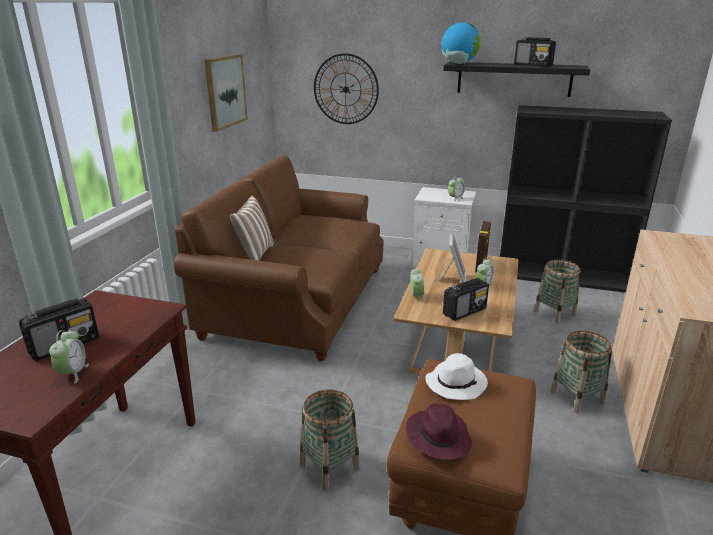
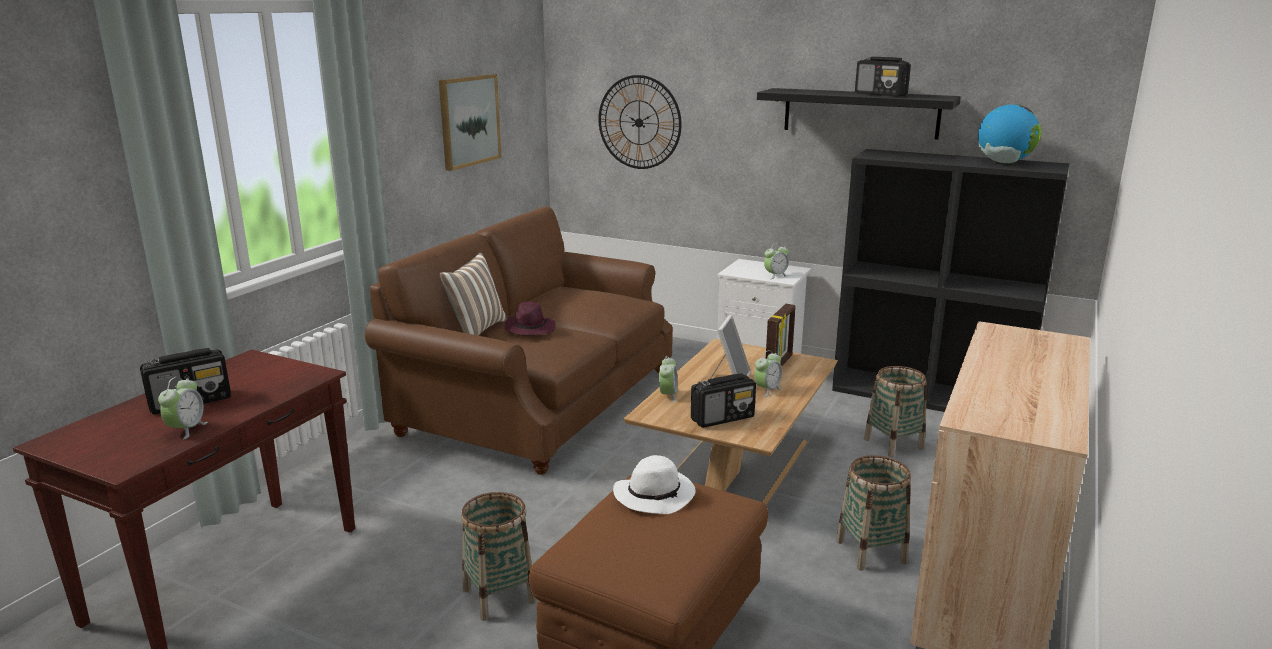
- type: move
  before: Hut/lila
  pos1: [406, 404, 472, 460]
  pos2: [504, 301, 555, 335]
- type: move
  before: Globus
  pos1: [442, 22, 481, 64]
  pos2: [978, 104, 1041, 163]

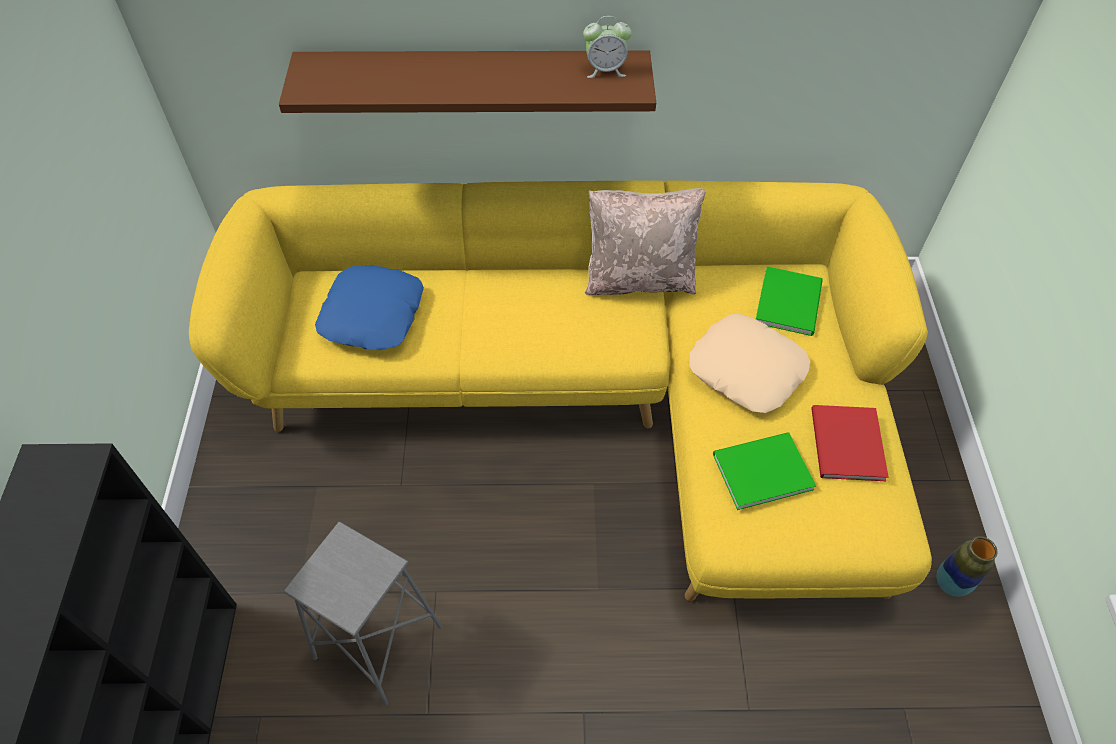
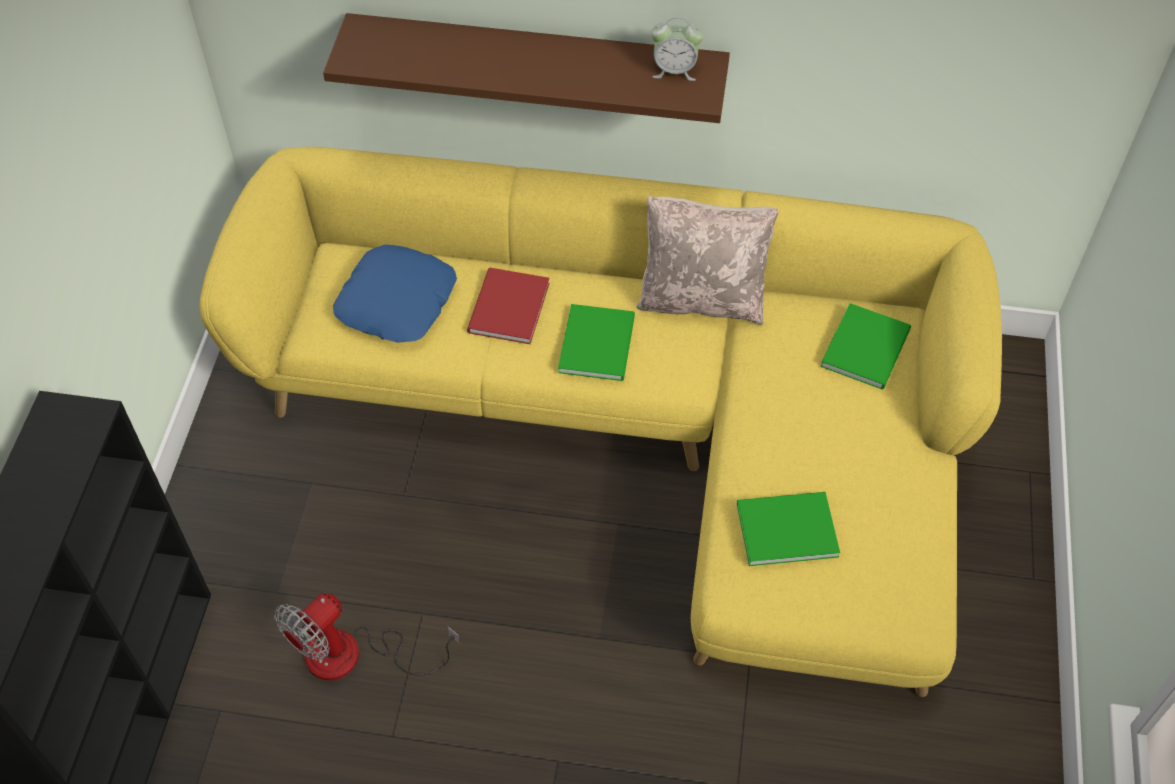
- type: replace
  before: Hocker/grau
  after: Ventilator
  pos1: [284, 522, 442, 706]
  pos2: [274, 593, 460, 680]
- type: delete
  before: Kissen/beige
  pos1: [689, 314, 810, 413]
- type: move
  before: Buch/rot
  pos1: [811, 405, 889, 481]
  pos2: [467, 268, 550, 344]
- type: delete
  before: Vase
  pos1: [937, 536, 998, 597]
- type: insert
  after: Buch/grün
  pos2: [558, 304, 635, 381]

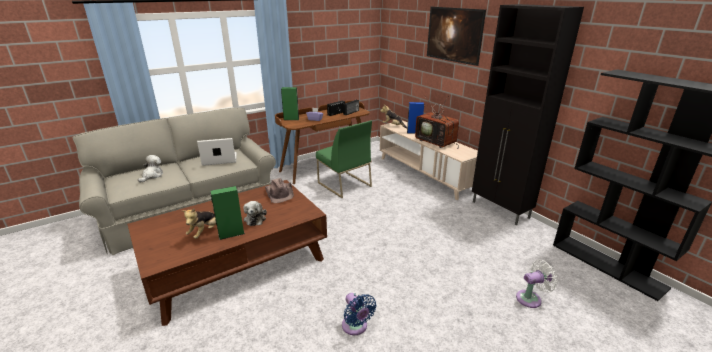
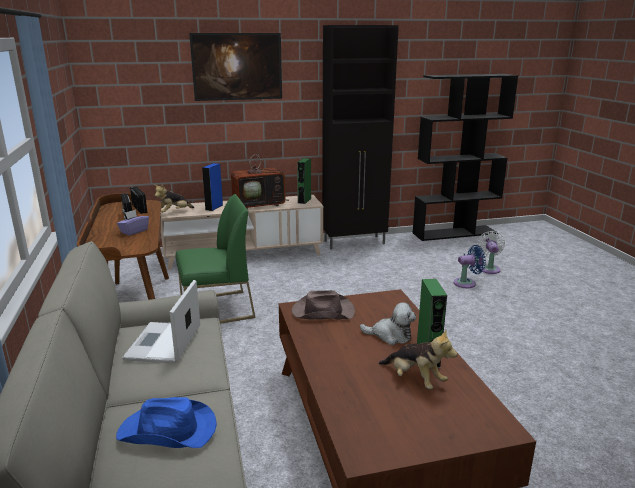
- type: replace
  before: Plüschtier
  after: Hut/blau
  pos1: [138, 155, 163, 183]
  pos2: [116, 397, 217, 448]
- type: move
  before: Lautsprecher/grün
  pos1: [281, 87, 299, 120]
  pos2: [297, 158, 311, 204]
- type: move
  before: Ventilator/blau
  pos1: [342, 293, 376, 335]
  pos2: [454, 245, 486, 288]

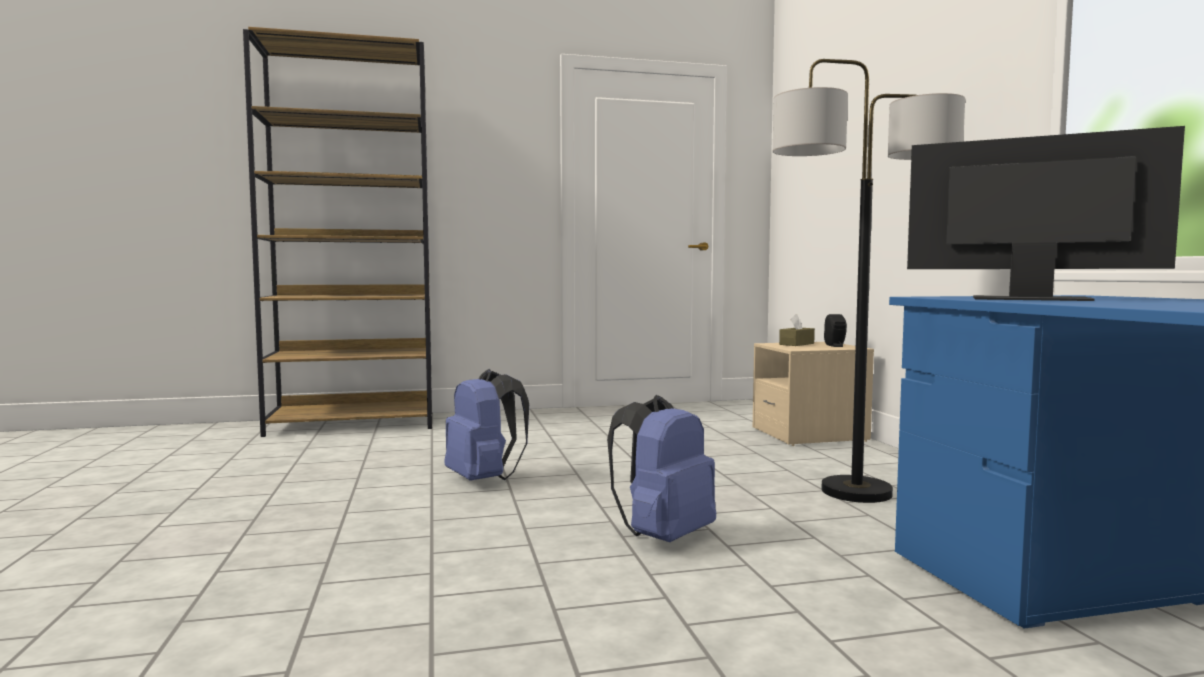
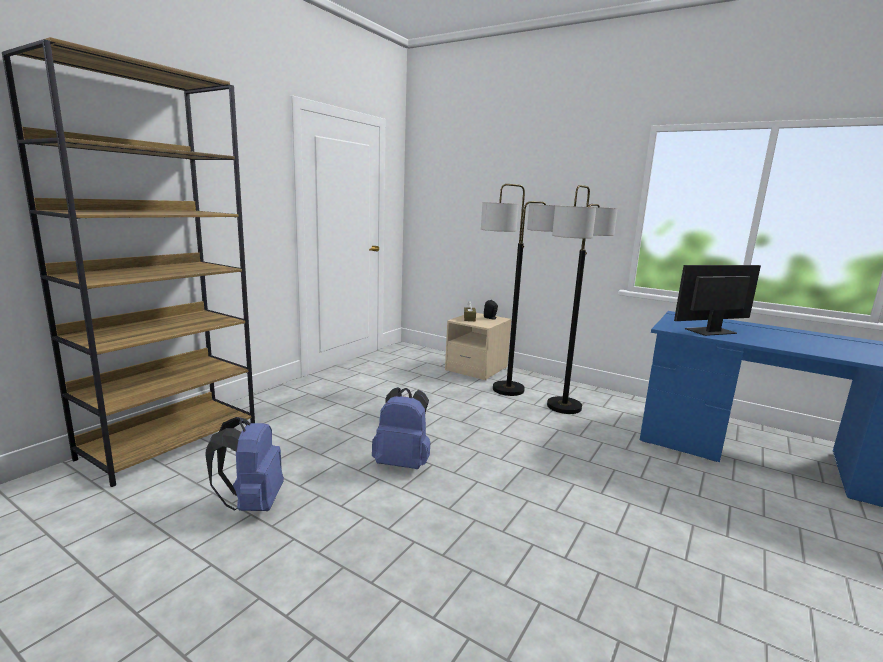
- type: move
  before: Rucksack/blau
  pos1: [607, 395, 716, 542]
  pos2: [205, 417, 284, 511]
- type: insert
  after: Stehlampe
  pos2: [481, 184, 558, 396]

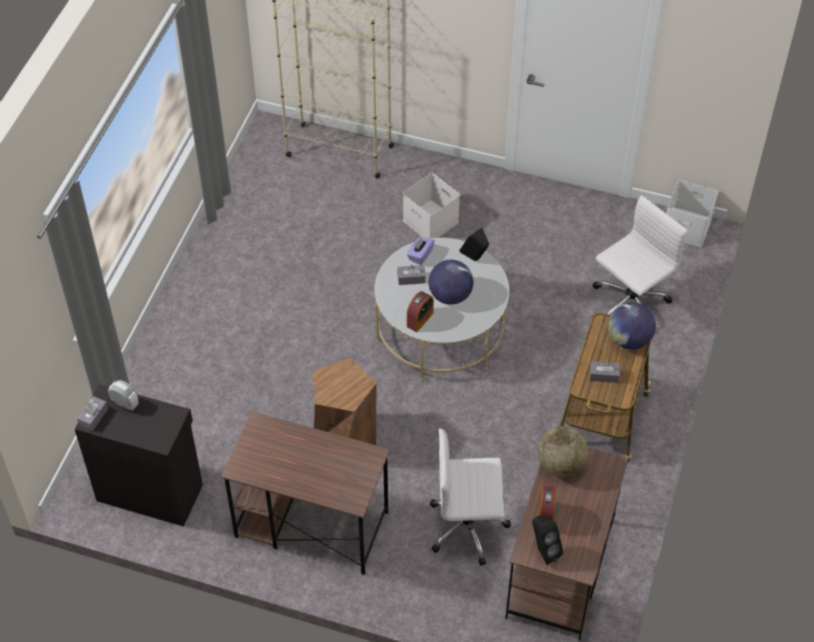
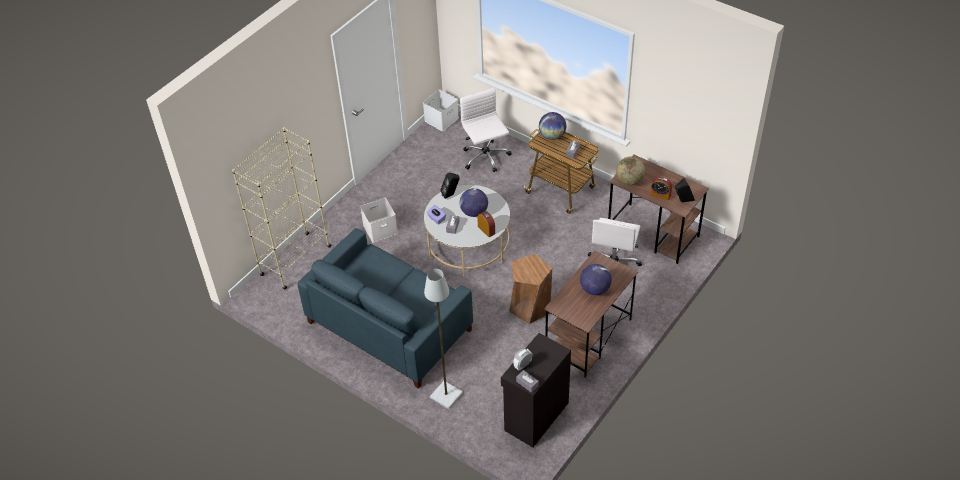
- type: insert
  after: Sofa/blau
  pos2: [298, 228, 473, 389]
- type: insert
  after: Stehlampe/grau
  pos2: [424, 269, 463, 409]
- type: insert
  after: Globus
  pos2: [580, 264, 612, 295]

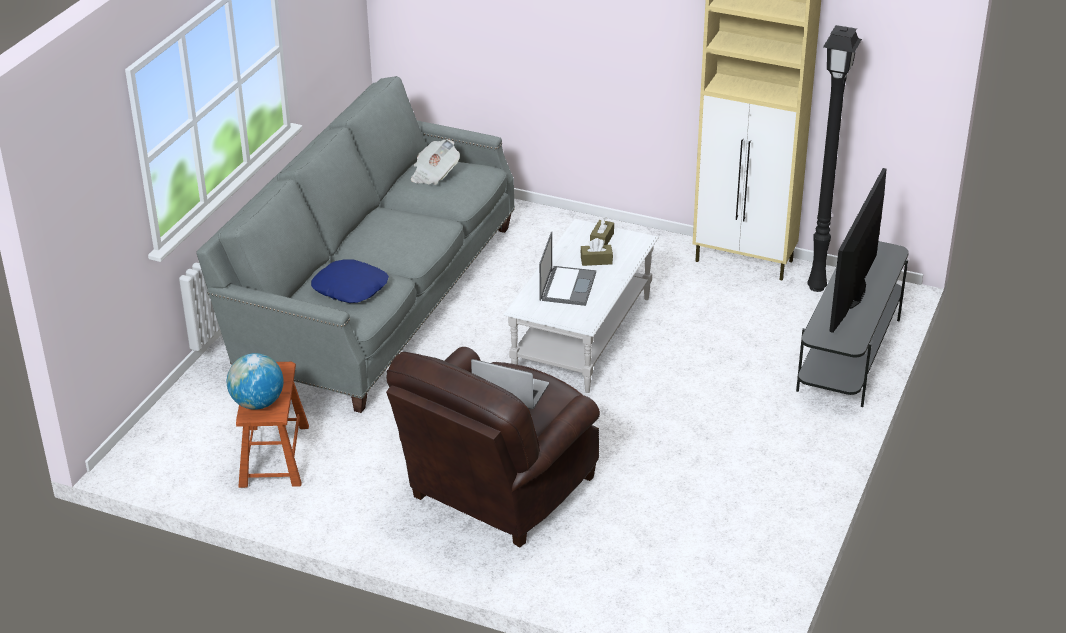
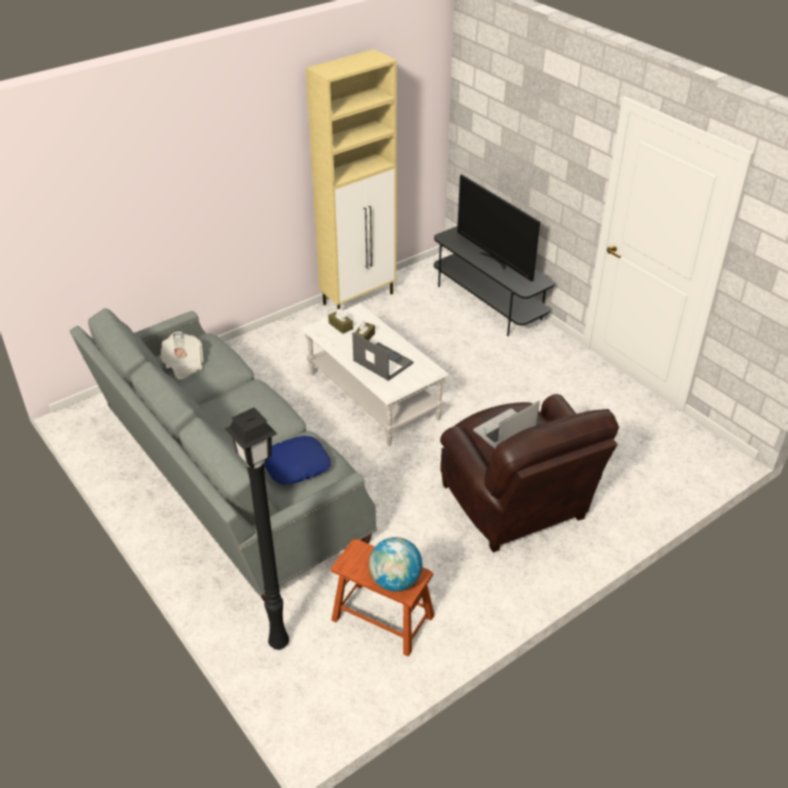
- type: move
  before: Stehlampe/schwarz
  pos1: [807, 25, 862, 292]
  pos2: [225, 408, 289, 650]

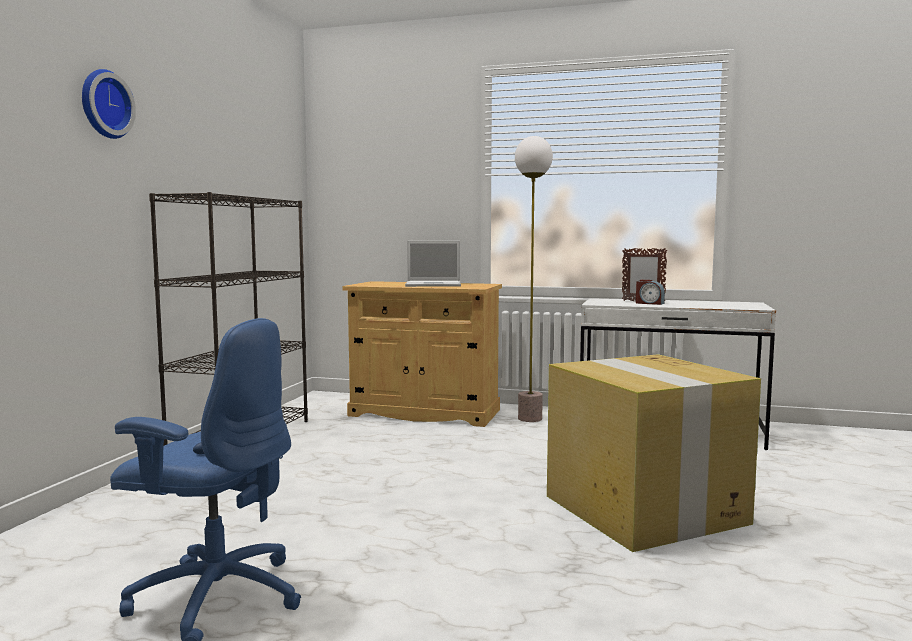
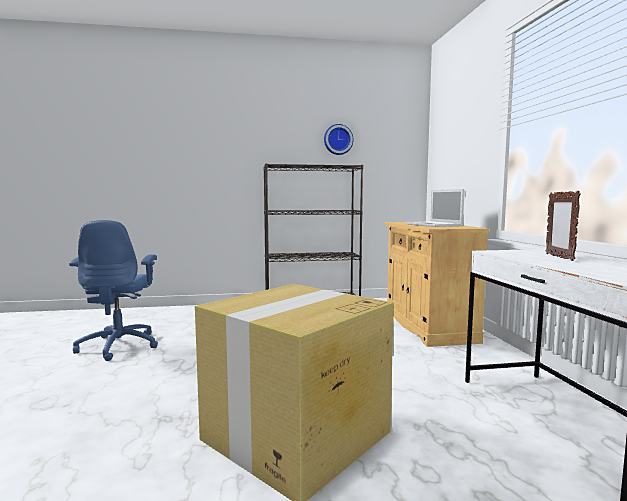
- type: move
  before: Wanduhr
  pos1: [82, 69, 136, 139]
  pos2: [324, 124, 354, 155]
- type: delete
  before: Stehlampe
  pos1: [515, 136, 553, 422]
- type: delete
  before: Wecker
  pos1: [636, 280, 665, 305]

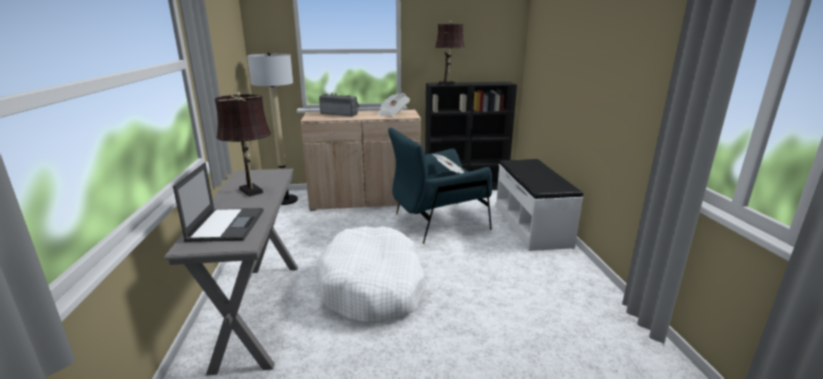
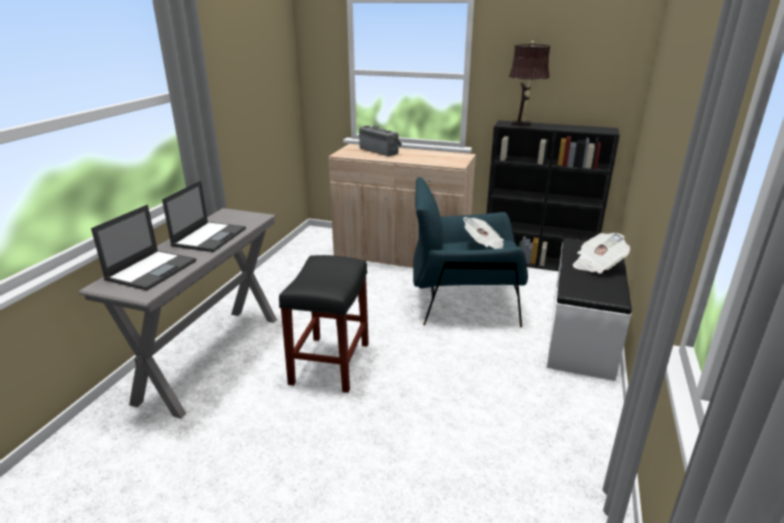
- type: replace
  before: Tischlampe/braun
  after: Laptop
  pos1: [215, 92, 271, 197]
  pos2: [162, 180, 246, 252]
- type: delete
  before: Stehlampe
  pos1: [247, 52, 298, 205]
- type: replace
  before: Hundebett/weiß
  after: Hocker/schwarz
  pos1: [316, 226, 427, 323]
  pos2: [279, 255, 369, 393]
- type: move
  before: Zeitung
  pos1: [378, 93, 410, 116]
  pos2: [573, 233, 630, 274]

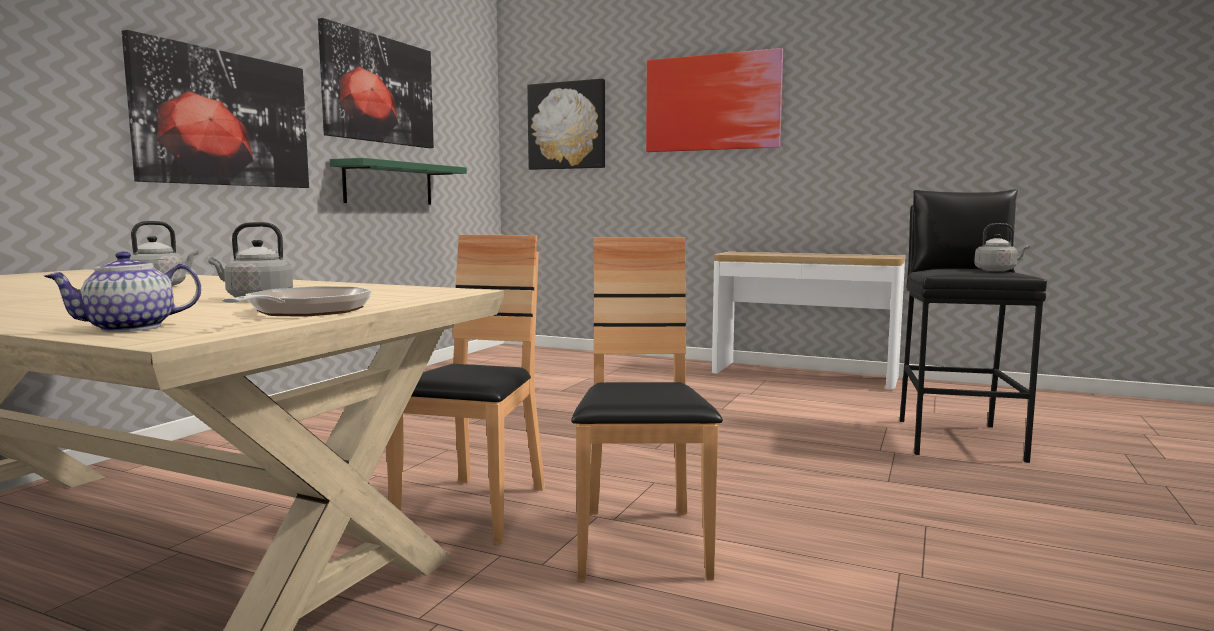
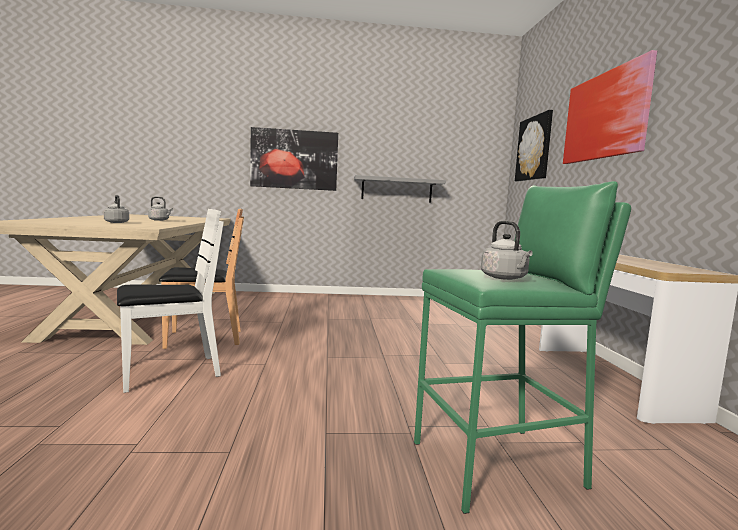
- type: delete
  before: Teekanne
  pos1: [44, 251, 201, 332]
- type: delete
  before: Pfanne
  pos1: [222, 286, 372, 317]
- type: delete
  before: Bild
  pos1: [318, 18, 434, 148]
- type: recolor
  before: Wandregal/grün
  after: Wandregal/grau
  pos1: [330, 158, 467, 204]
  pos2: [354, 175, 446, 203]
- type: recolor
  before: Stuhl/braun
  after: Stuhl/weiß
  pos1: [571, 237, 723, 581]
  pos2: [117, 209, 224, 393]
- type: recolor
  before: Hocker/schwarz
  after: Hocker/grün
  pos1: [900, 189, 1047, 463]
  pos2: [414, 181, 631, 514]

